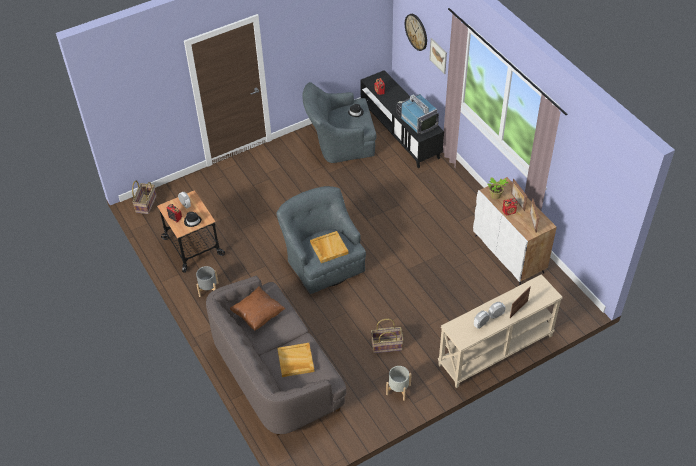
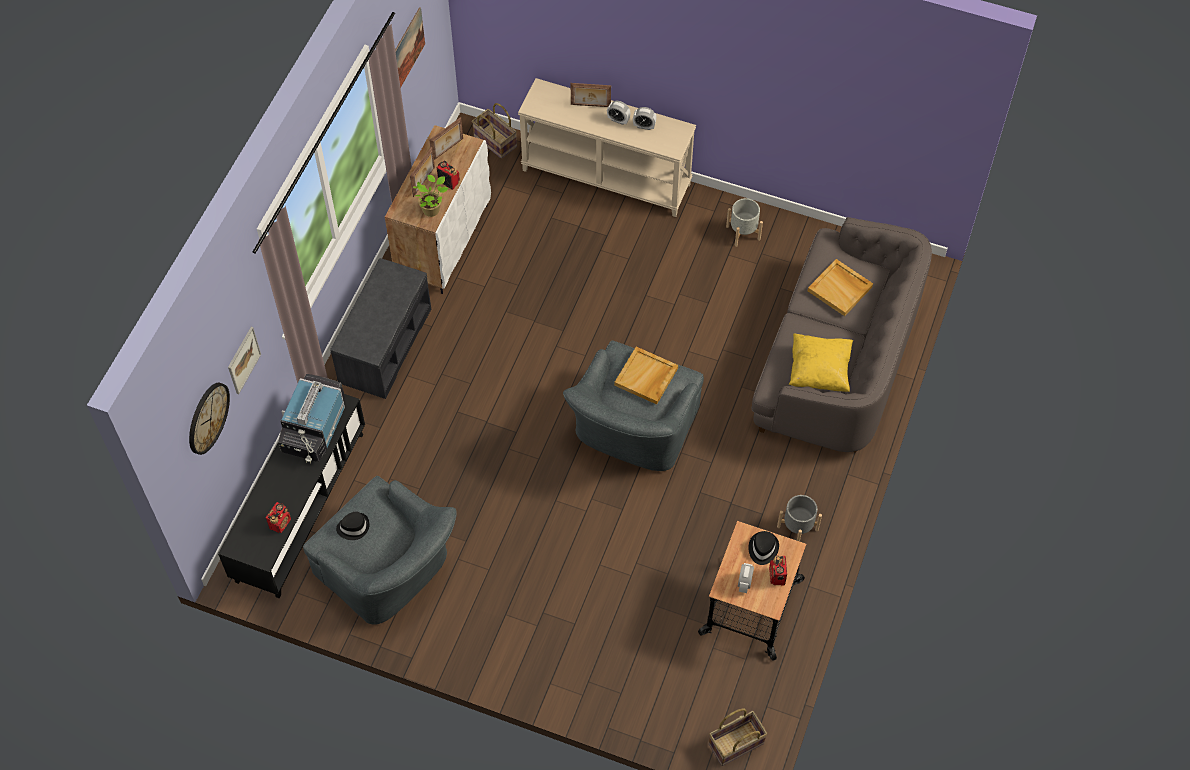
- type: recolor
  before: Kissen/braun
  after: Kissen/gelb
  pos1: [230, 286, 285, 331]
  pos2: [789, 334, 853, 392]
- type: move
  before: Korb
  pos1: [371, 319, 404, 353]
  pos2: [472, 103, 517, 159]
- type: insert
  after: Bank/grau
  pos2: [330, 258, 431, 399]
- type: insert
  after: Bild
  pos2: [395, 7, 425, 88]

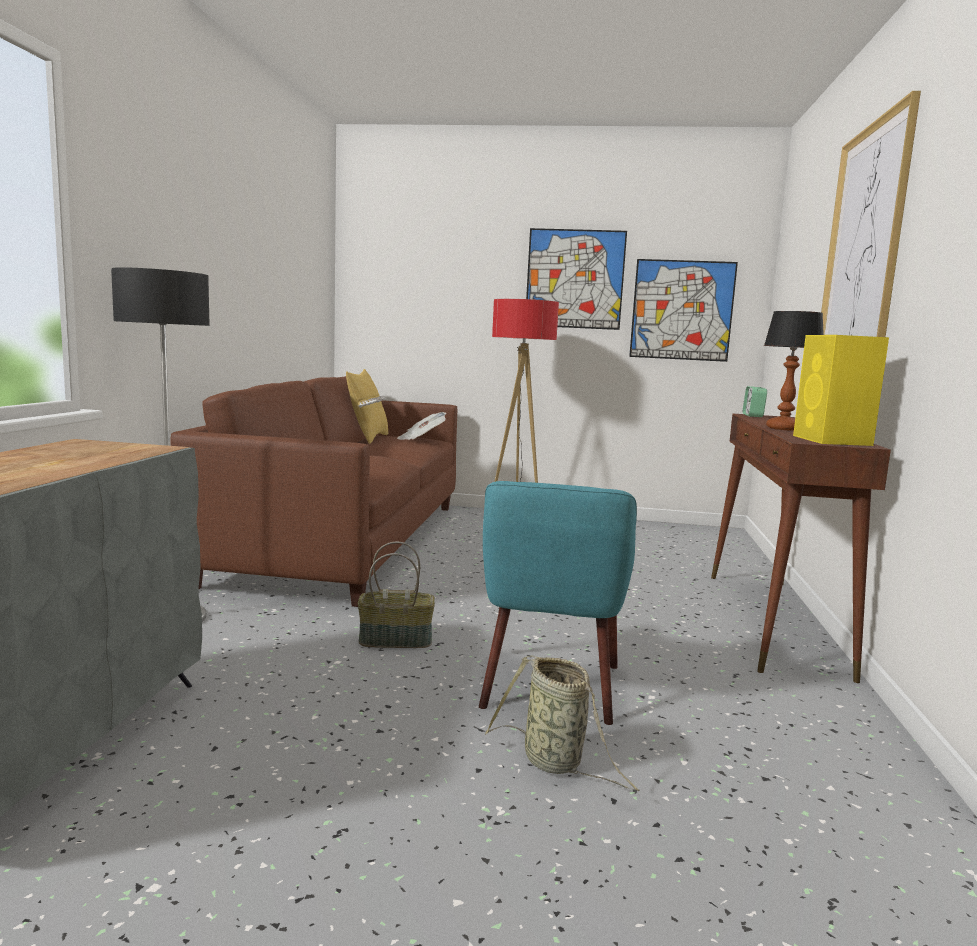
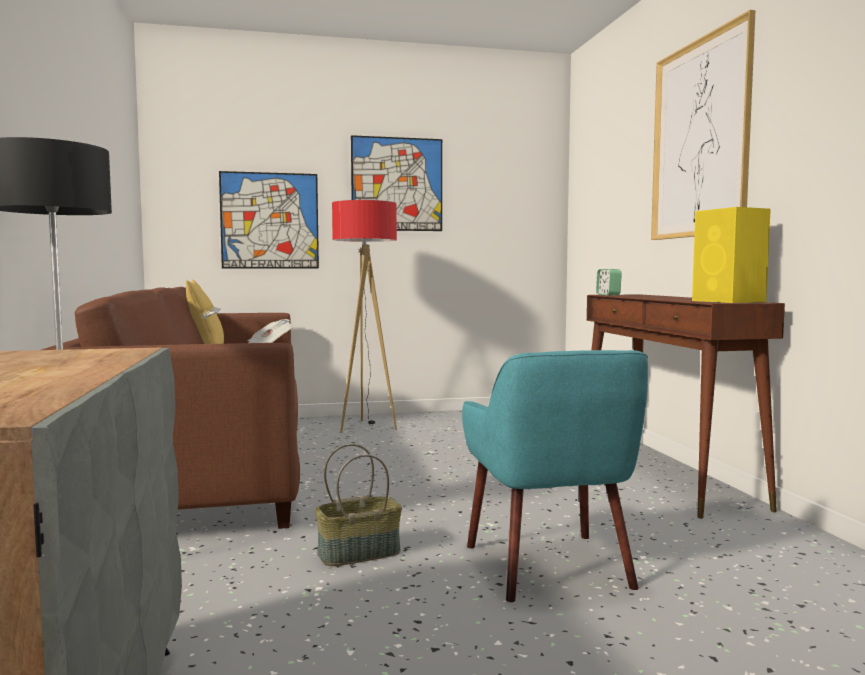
- type: delete
  before: Korb
  pos1: [485, 655, 640, 792]
- type: move
  before: Bild
  pos1: [629, 259, 738, 362]
  pos2: [219, 171, 319, 269]
- type: delete
  before: Tischlampe
  pos1: [764, 311, 824, 431]

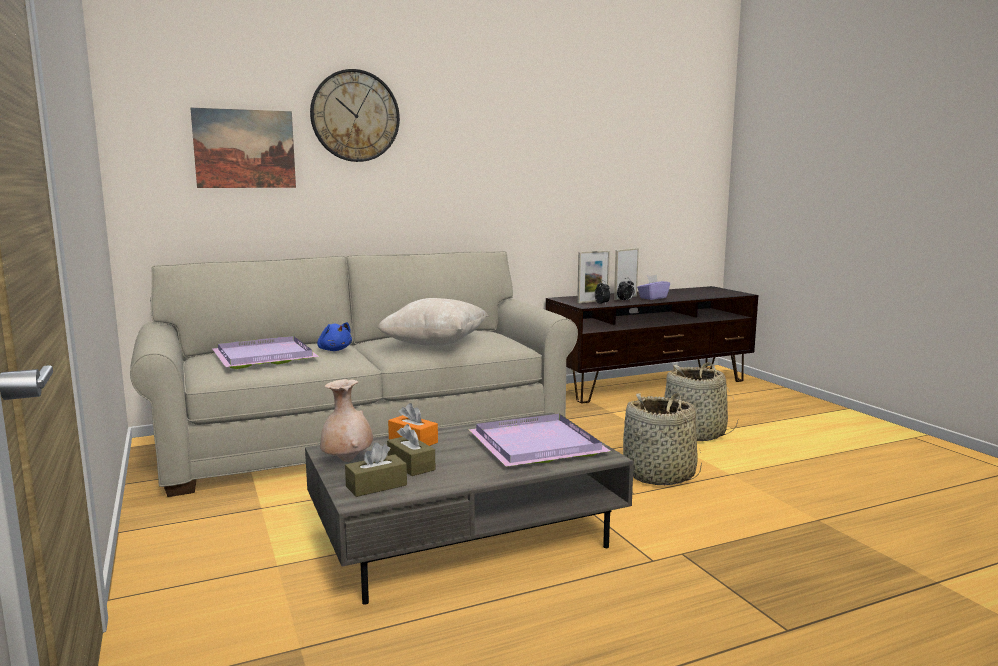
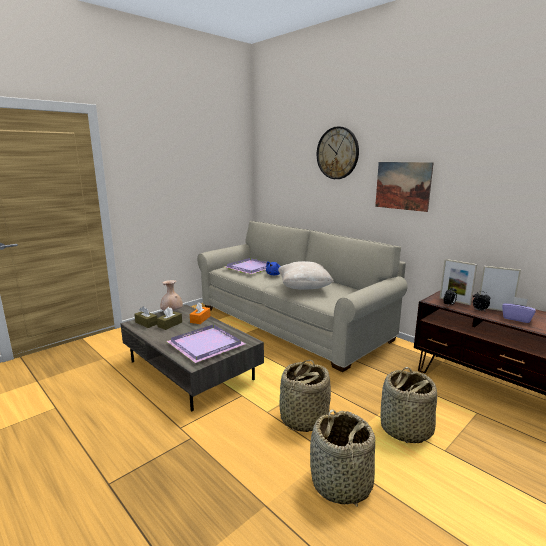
- type: move
  before: Bild
  pos1: [190, 108, 296, 188]
  pos2: [375, 162, 434, 212]
- type: insert
  after: Korb
  pos2: [310, 409, 375, 507]

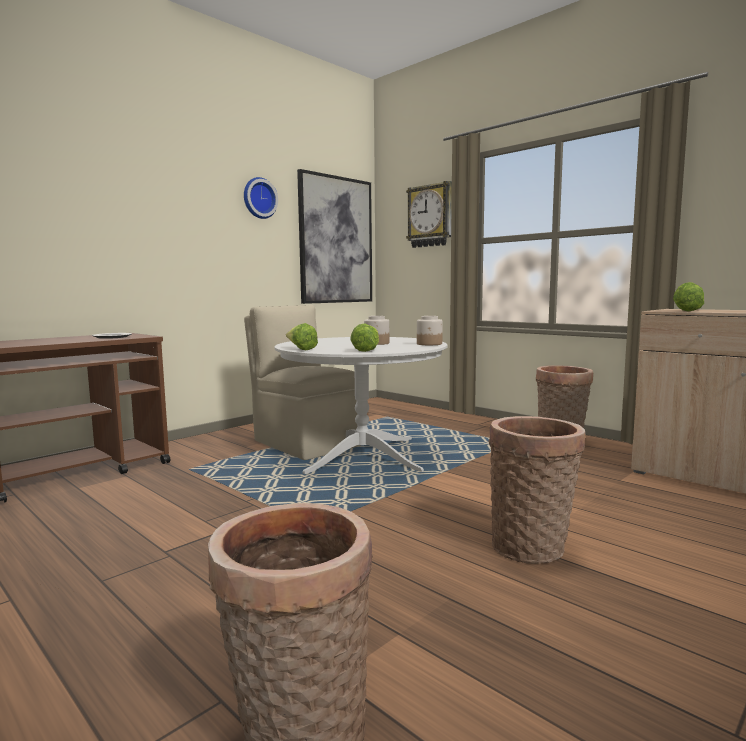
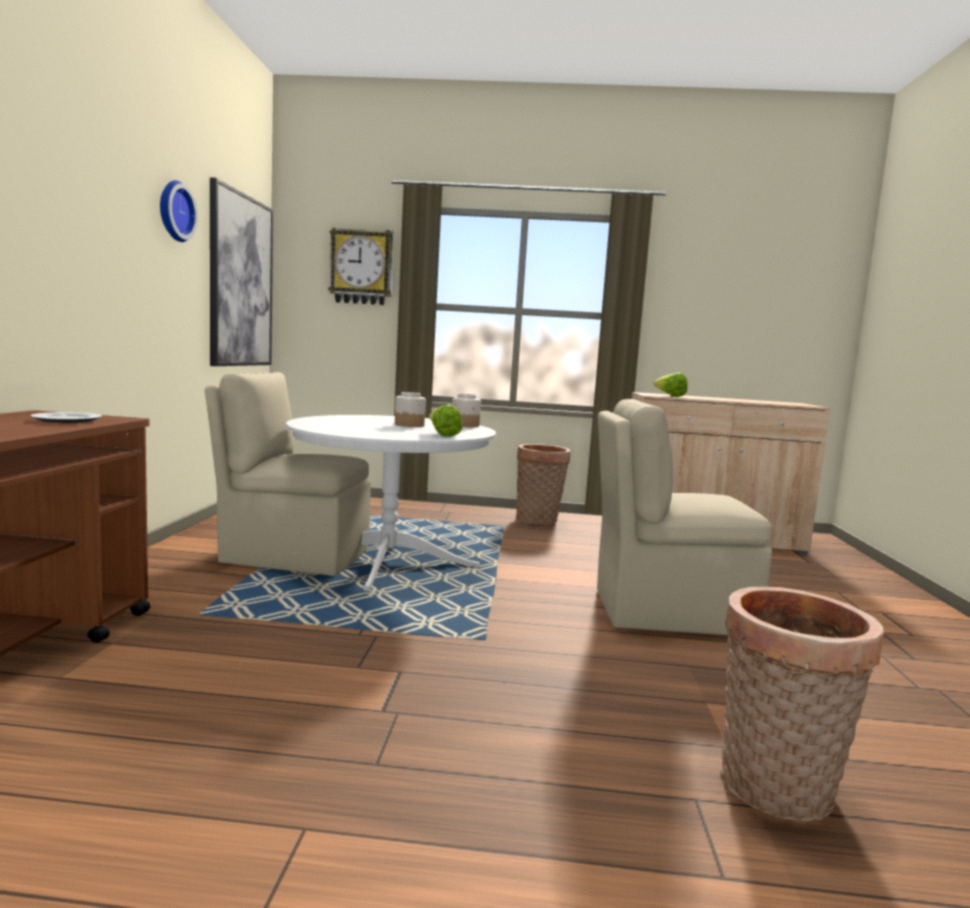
- type: delete
  before: Salatkopf
  pos1: [286, 323, 318, 350]
- type: replace
  before: Korb
  after: Stuhl/beige
  pos1: [488, 416, 585, 564]
  pos2: [597, 399, 772, 635]

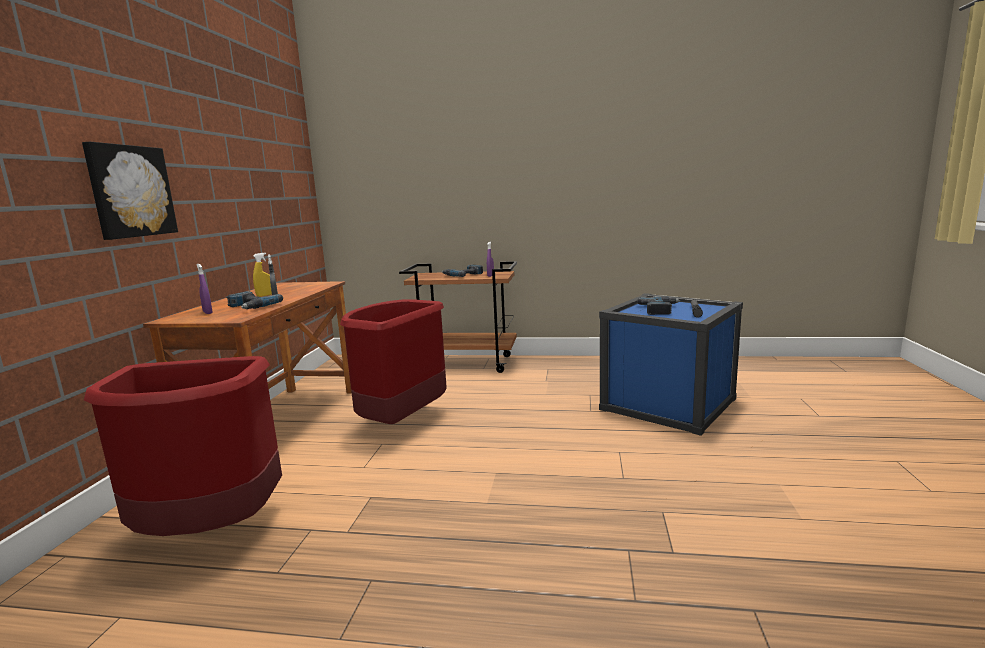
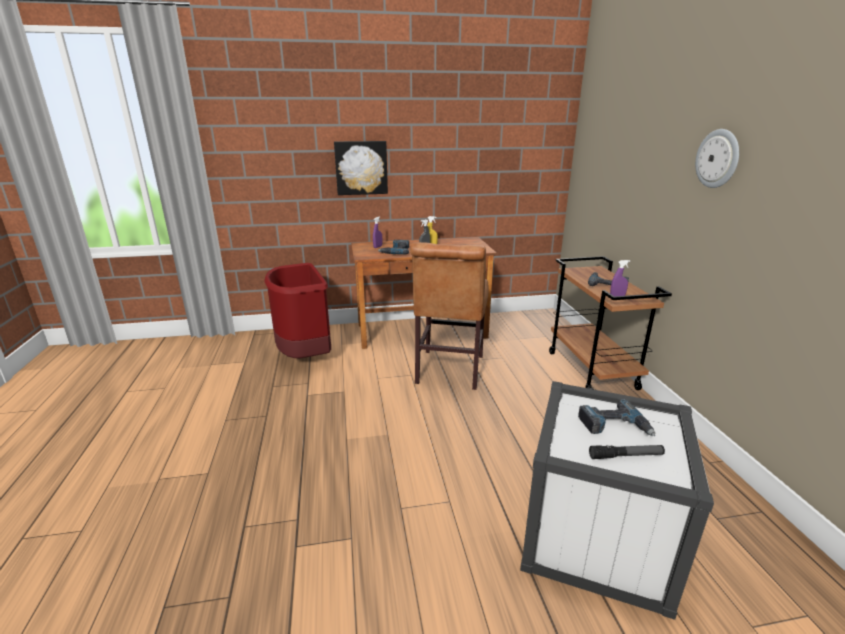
- type: replace
  before: Mülleimer/rot
  after: Stuhl/braun
  pos1: [340, 299, 447, 424]
  pos2: [410, 242, 489, 390]
- type: recolor
  before: Aufbewahrungsbox/blau
  after: Aufbewahrungsbox/weiß
  pos1: [599, 293, 743, 436]
  pos2: [520, 381, 714, 620]
- type: insert
  after: Wanduhr
  pos2: [695, 129, 739, 188]

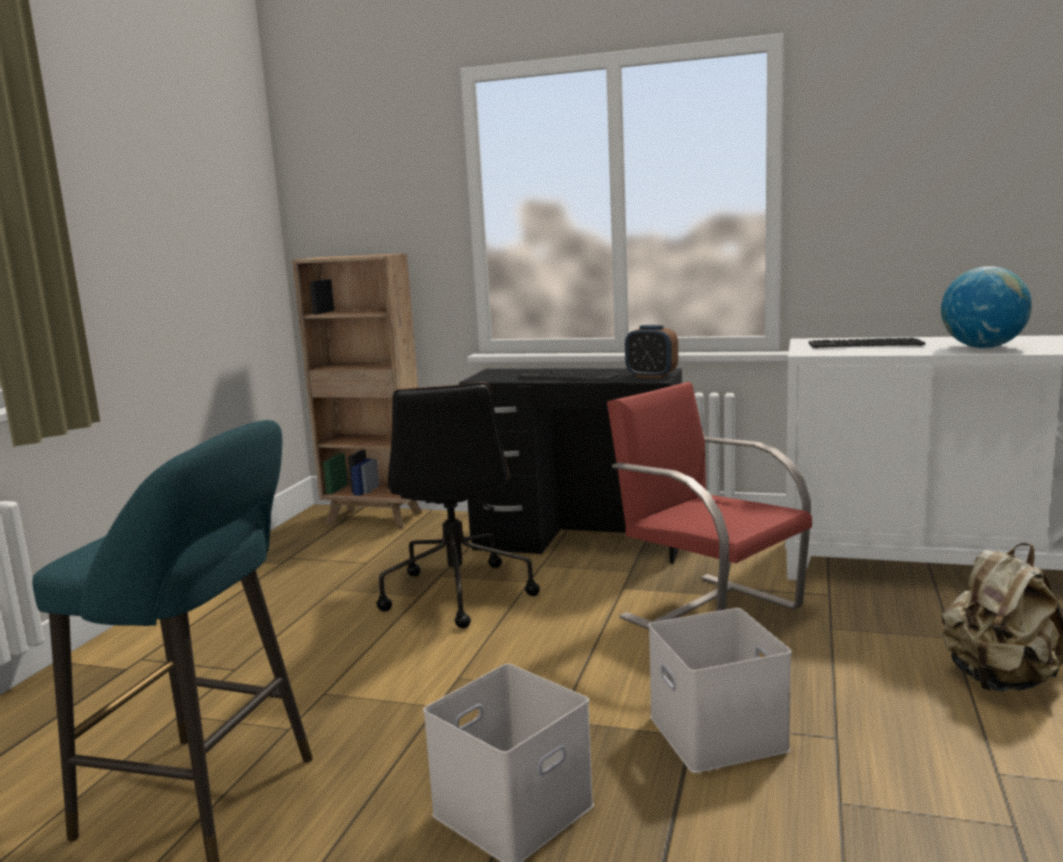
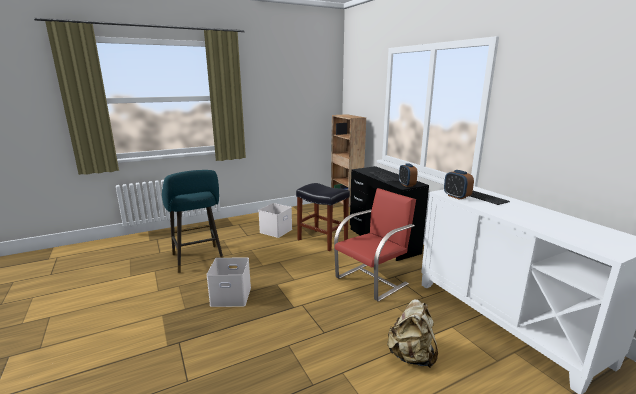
- type: replace
  before: Bürostuhl/schwarz
  after: Hocker/schwarz
  pos1: [376, 382, 540, 628]
  pos2: [296, 183, 350, 251]
- type: rotate
  before: Stuhl/rot
  pos1: [607, 382, 812, 630]
  pos2: [334, 188, 416, 302]
  turn: 45
- type: move
  before: Aufbewahrungsbox/weiß
  pos1: [648, 608, 792, 773]
  pos2: [258, 203, 292, 238]
- type: delete
  before: Globus
  pos1: [941, 266, 1032, 348]
- type: insert
  after: Wecker
  pos2: [444, 170, 474, 200]

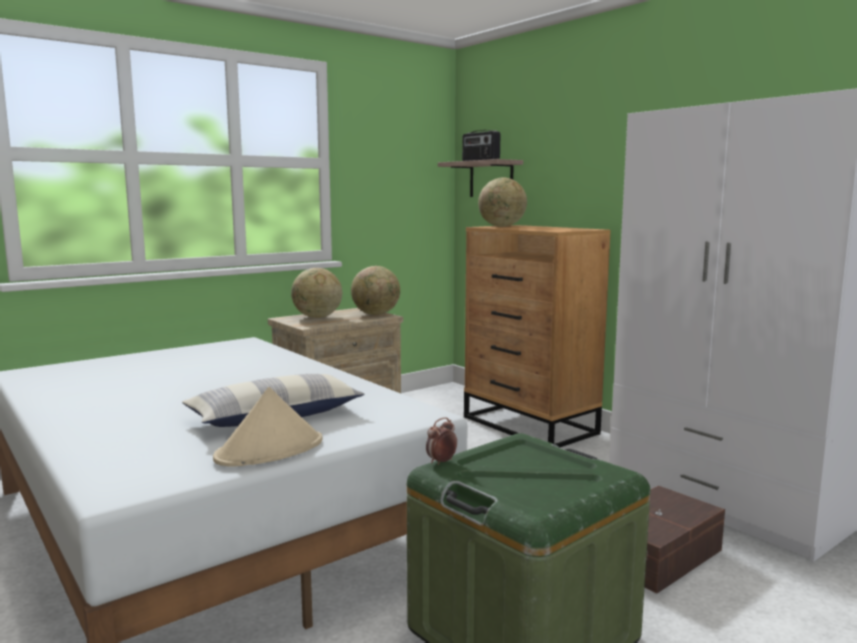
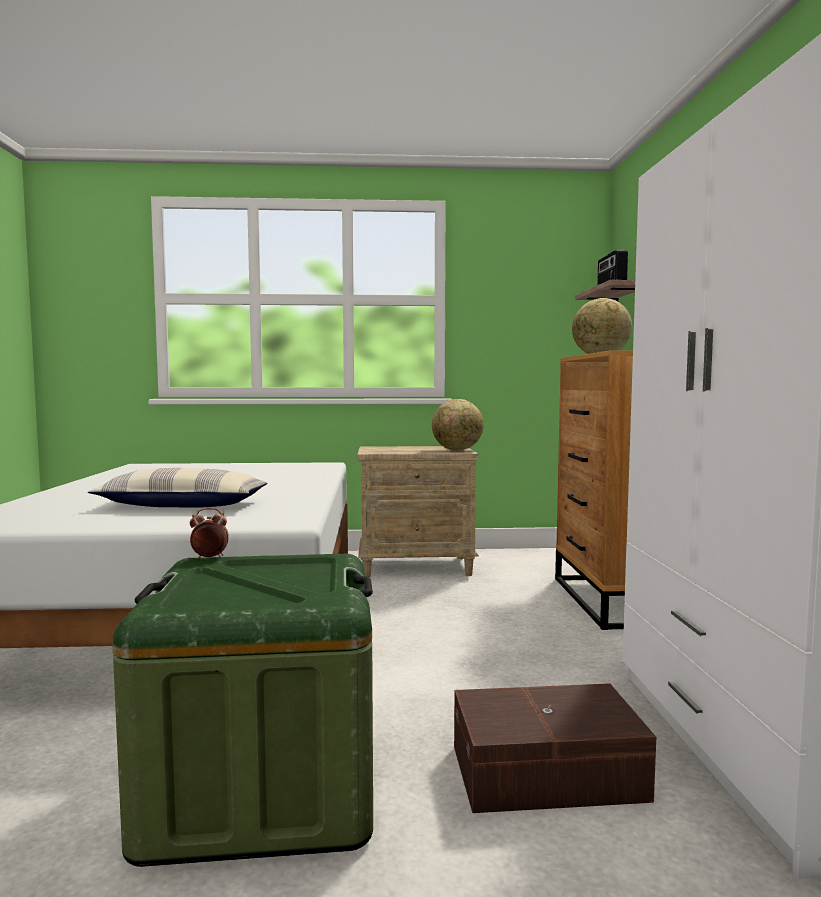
- type: delete
  before: Hut/beige
  pos1: [213, 387, 323, 467]
- type: delete
  before: Globus
  pos1: [291, 268, 342, 318]

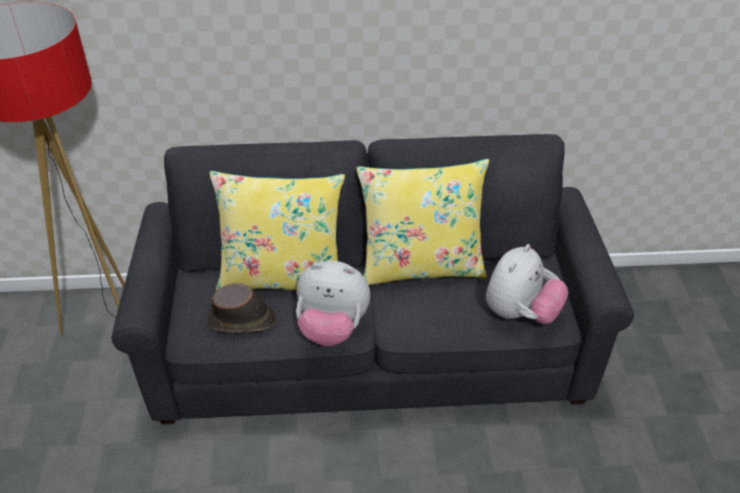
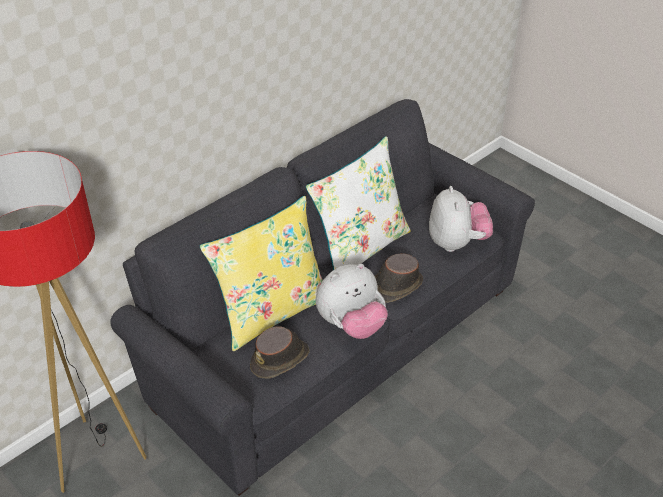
- type: recolor
  before: Kissen/gelb
  after: Kissen/weiß
  pos1: [356, 159, 489, 285]
  pos2: [306, 136, 411, 270]
- type: insert
  after: Hut/braun
  pos2: [375, 253, 423, 303]

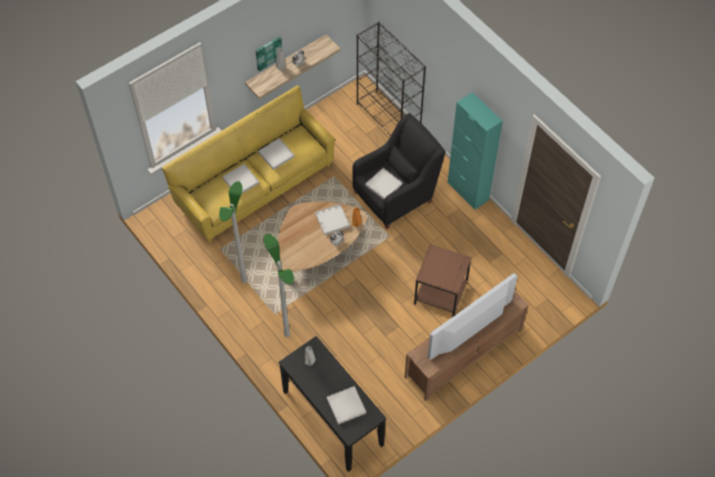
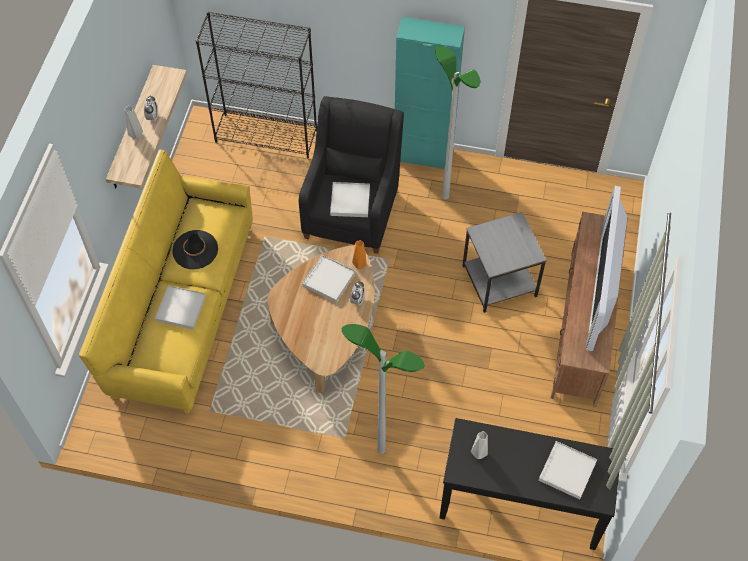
- type: move
  before: Stehlampe
  pos1: [219, 181, 247, 283]
  pos2: [435, 46, 480, 199]
- type: delete
  before: Bild
  pos1: [255, 36, 282, 71]
- type: replace
  before: Tablett/weiß
  after: Hut/schwarz
  pos1: [258, 138, 295, 170]
  pos2: [172, 230, 218, 269]
- type: recolor
  before: Beistelltisch/braun
  after: Beistelltisch/grau
  pos1: [414, 244, 472, 317]
  pos2: [462, 212, 547, 313]

